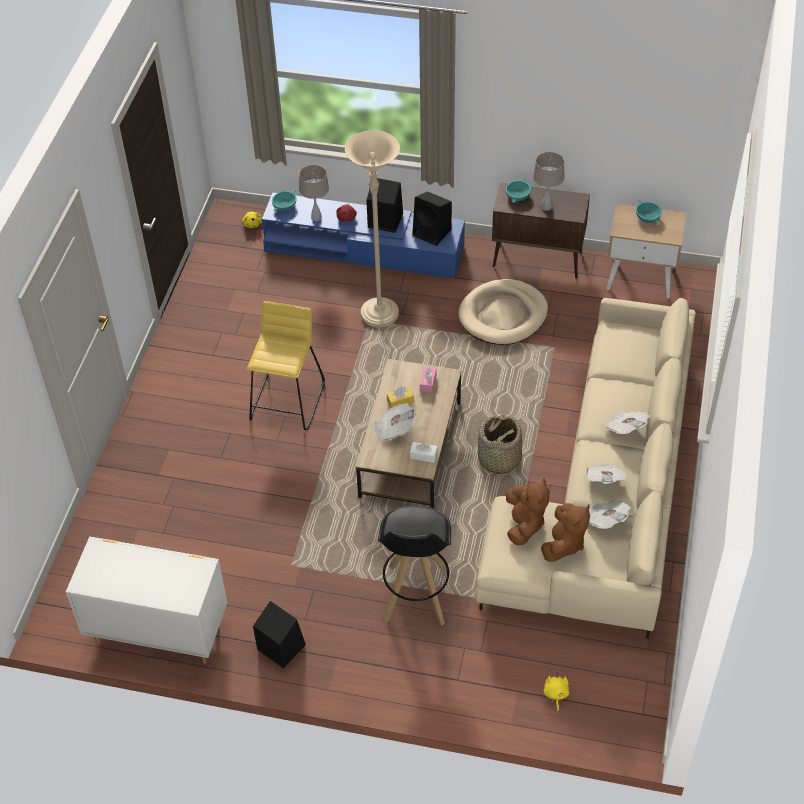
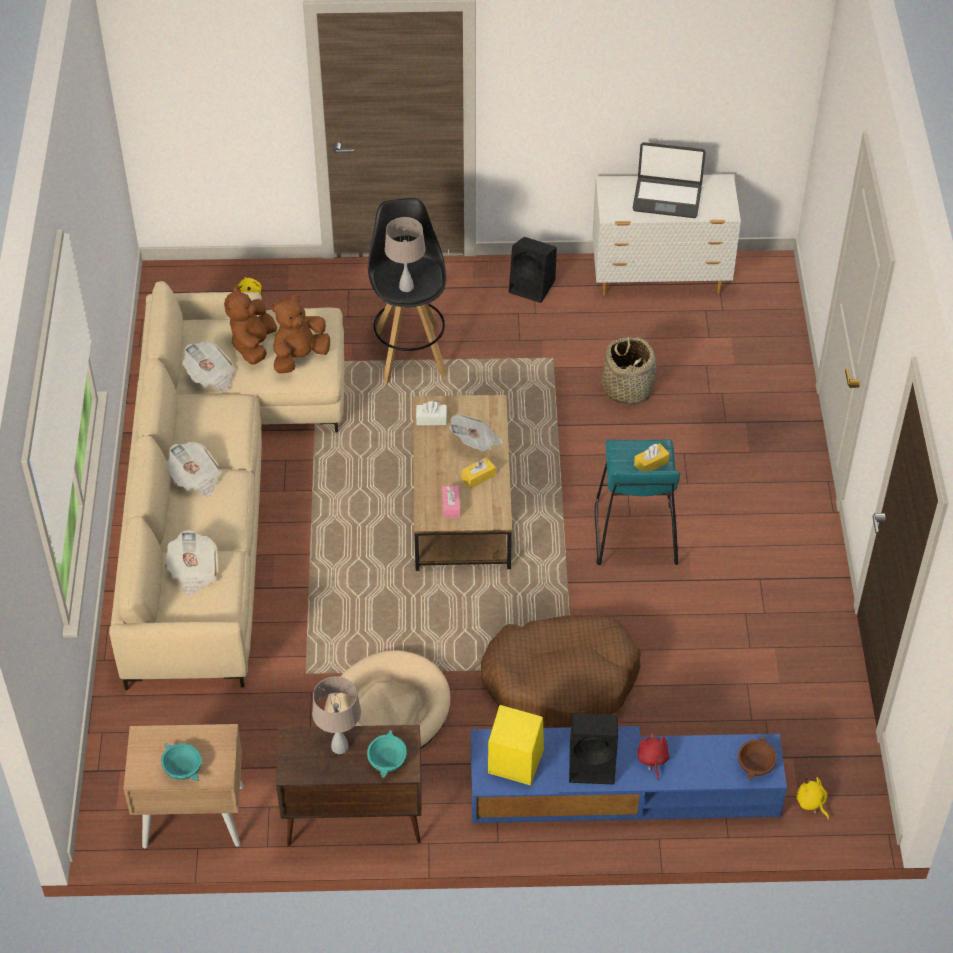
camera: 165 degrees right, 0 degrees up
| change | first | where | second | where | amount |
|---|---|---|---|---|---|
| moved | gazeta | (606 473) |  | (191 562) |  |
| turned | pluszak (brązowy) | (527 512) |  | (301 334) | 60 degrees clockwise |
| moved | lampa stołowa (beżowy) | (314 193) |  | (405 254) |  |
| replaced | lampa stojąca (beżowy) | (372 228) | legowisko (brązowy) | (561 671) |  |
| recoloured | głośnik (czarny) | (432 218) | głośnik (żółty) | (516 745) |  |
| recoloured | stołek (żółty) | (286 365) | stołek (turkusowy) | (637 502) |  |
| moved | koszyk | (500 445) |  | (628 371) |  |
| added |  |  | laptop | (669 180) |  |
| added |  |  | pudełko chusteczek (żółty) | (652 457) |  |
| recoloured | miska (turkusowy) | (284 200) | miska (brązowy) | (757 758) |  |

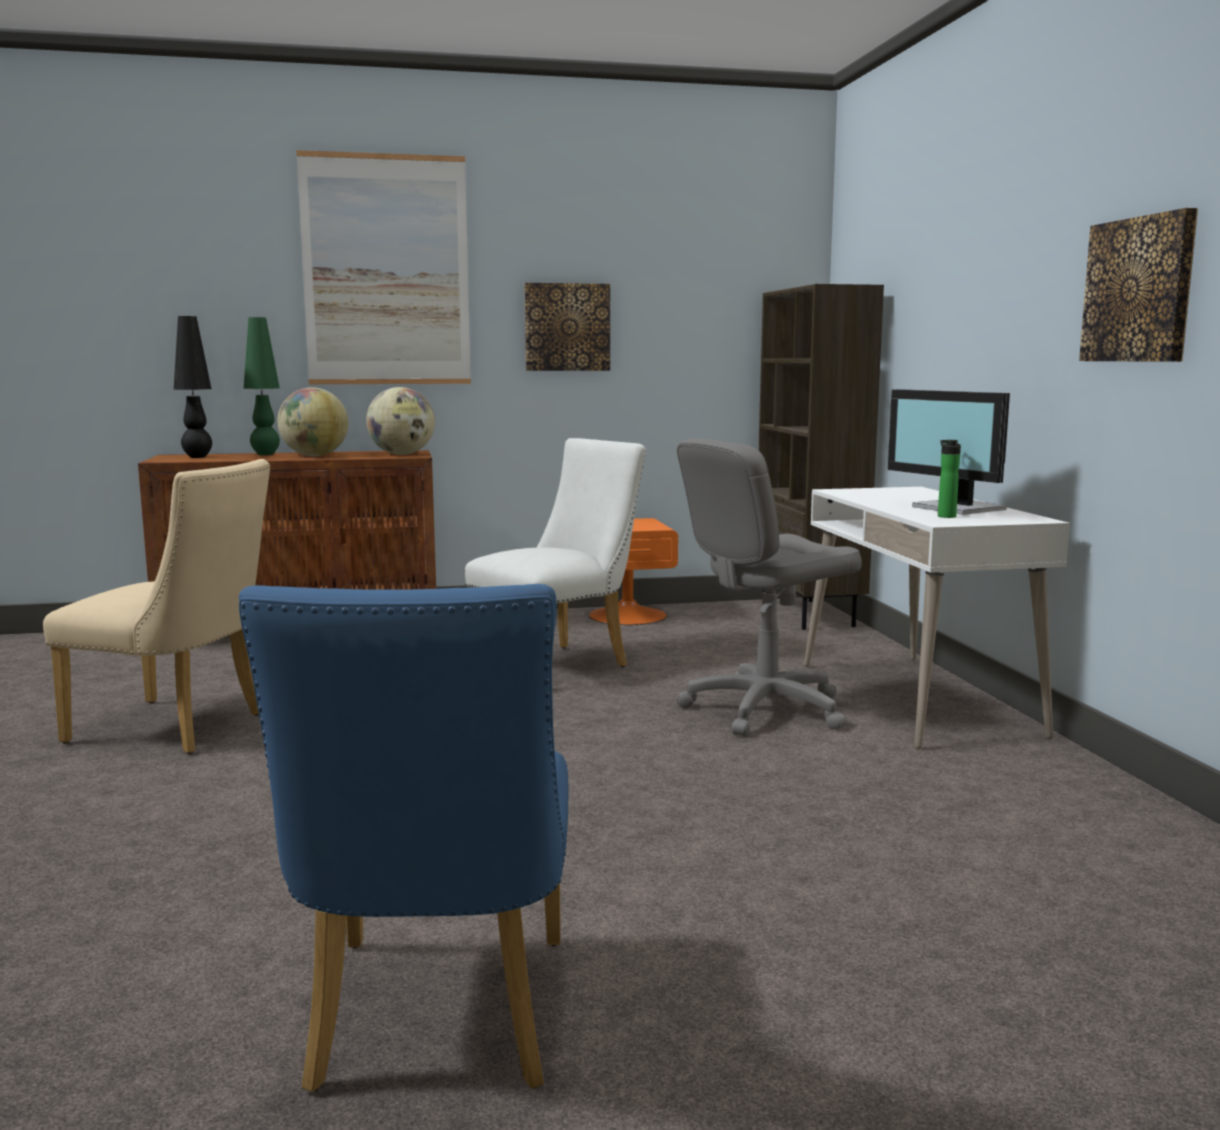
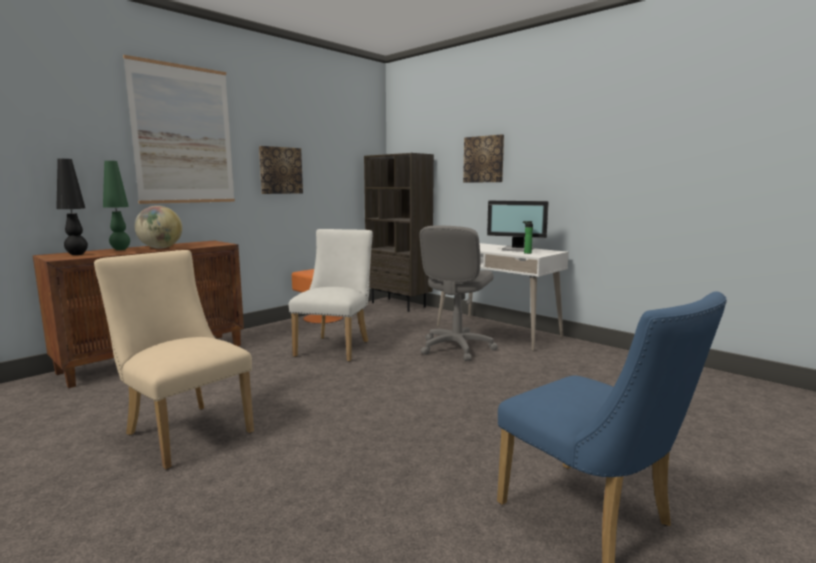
camera: 35 degrees left, 0 degrees up
| change | first | where | second | where | amount |
|---|---|---|---|---|---|
| turned | krzesło (beżowy) | (156 606) |  | (174 359) | 120 degrees counterclockwise |
| moved | obraz | (1138 285) |  | (483 158) |  |
| removed | globus | (400 421) |  |  |  |

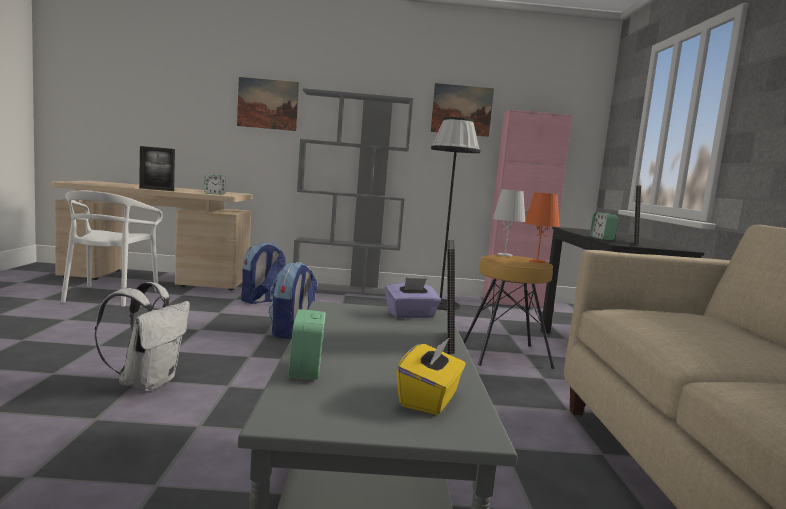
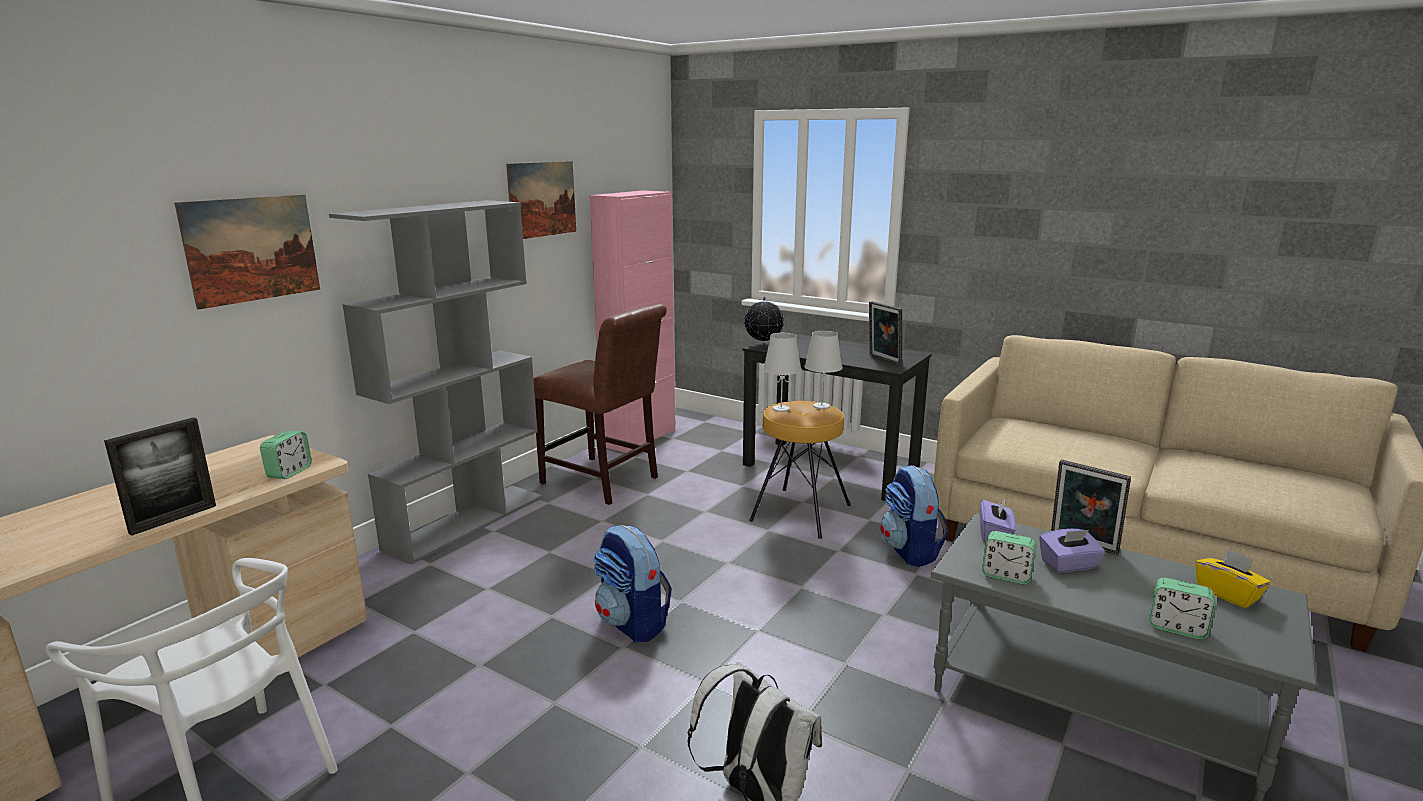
camera: 55 degrees left, 10 degrees up
| change | first | where | second | where | amount |
|---|---|---|---|---|---|
| replaced | lampa stojąca (czarny) | (455 213) | krzesło (brązowy) | (600 404) |  |
| added |  |  | globus | (764 321) |  |
| recoloured | lampa stołowa (pomarańczowy) | (542 227) | lampa stołowa (biały) | (823 370) |  |
| moved | plecak | (263 273) |  | (915 516) |  |
| moved | budzik | (604 226) |  | (1009 557) |  |
| added |  |  | pudełko chusteczek (fioletowy) | (1072 551) |  |

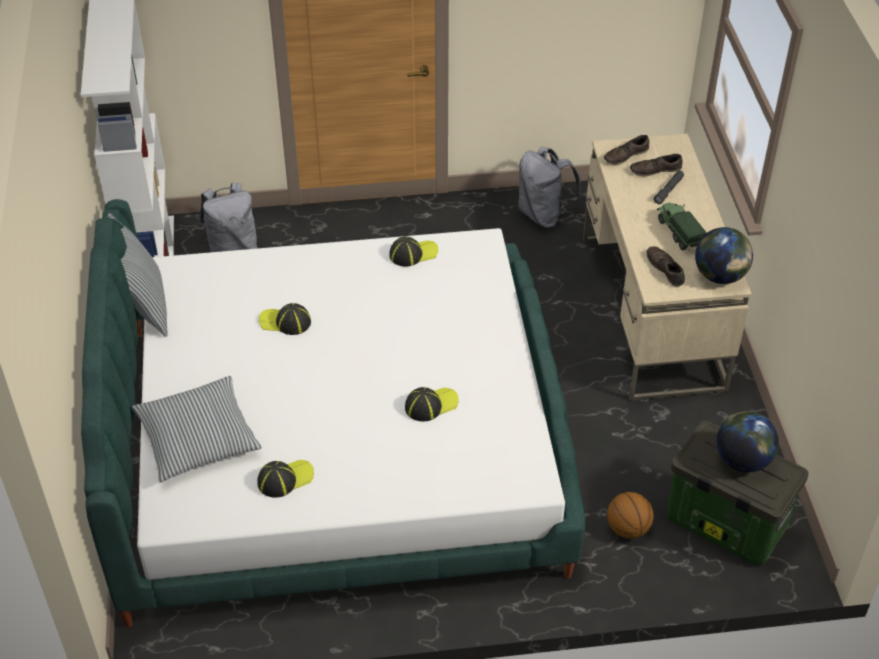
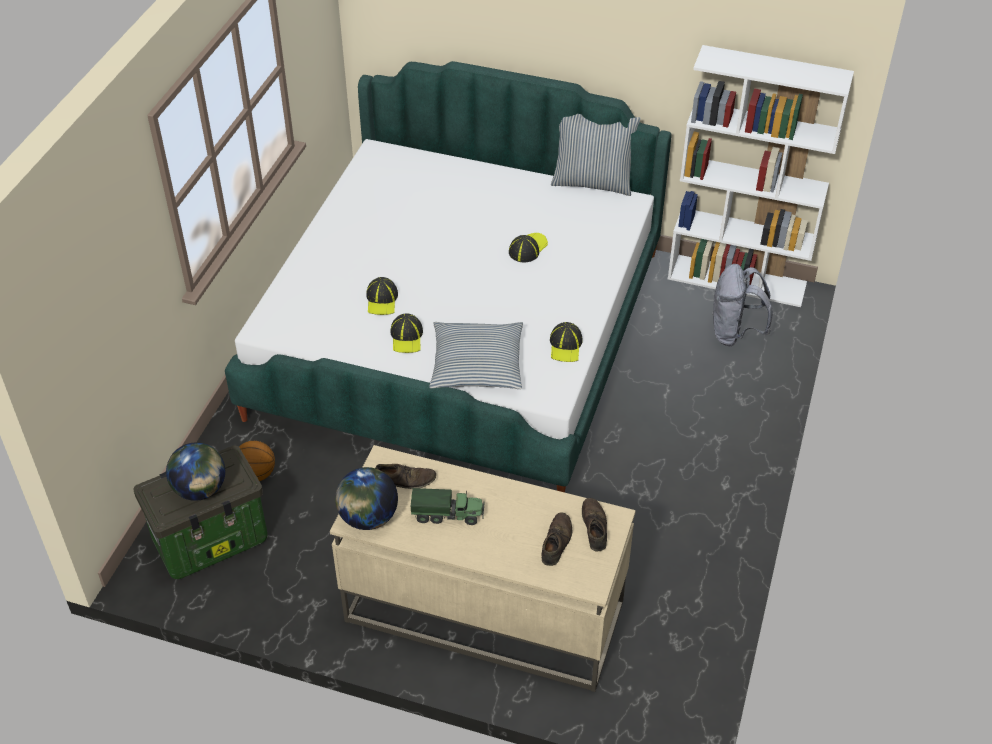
camera: 115 degrees right, 0 degrees up
| change | first | where | second | where | amount |
|---|---|---|---|---|---|
| moved | czapka z daszkiem | (285 479) |  | (406 333) |  |
| moved | poduszka | (196 429) |  | (476 355) |  |
| removed | plecak (szary) | (550 187) |  |  |  |
| removed | latarka (szary) | (668 187) |  |  |  |

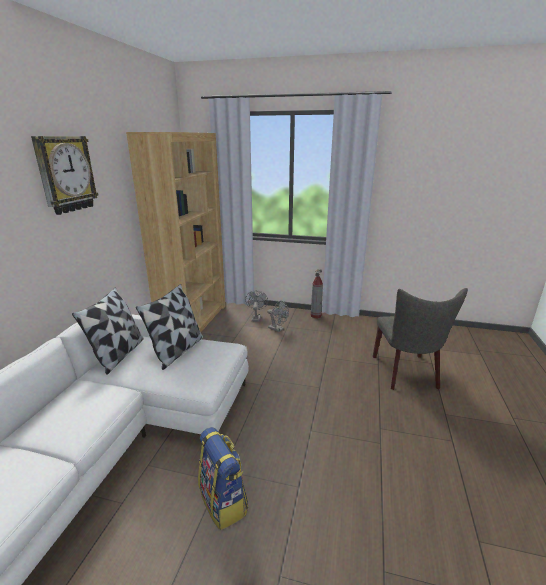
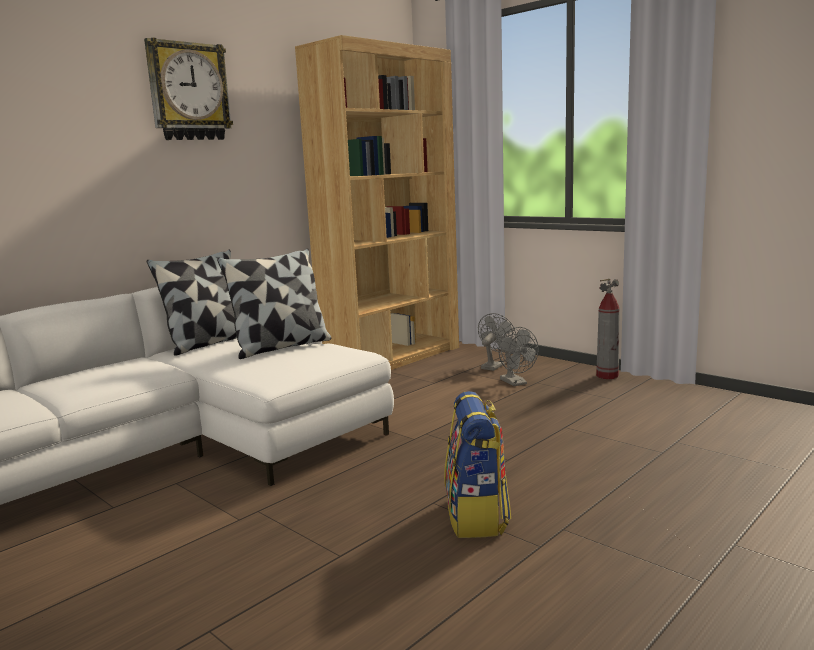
camera: 30 degrees right, 10 degrees down
| change | first | where | second | where | amount |
|---|---|---|---|---|---|
| moved | plecak | (223 478) |  | (477 464) |  |
| removed | krzesło (szary) | (420 339) |  |  |  |

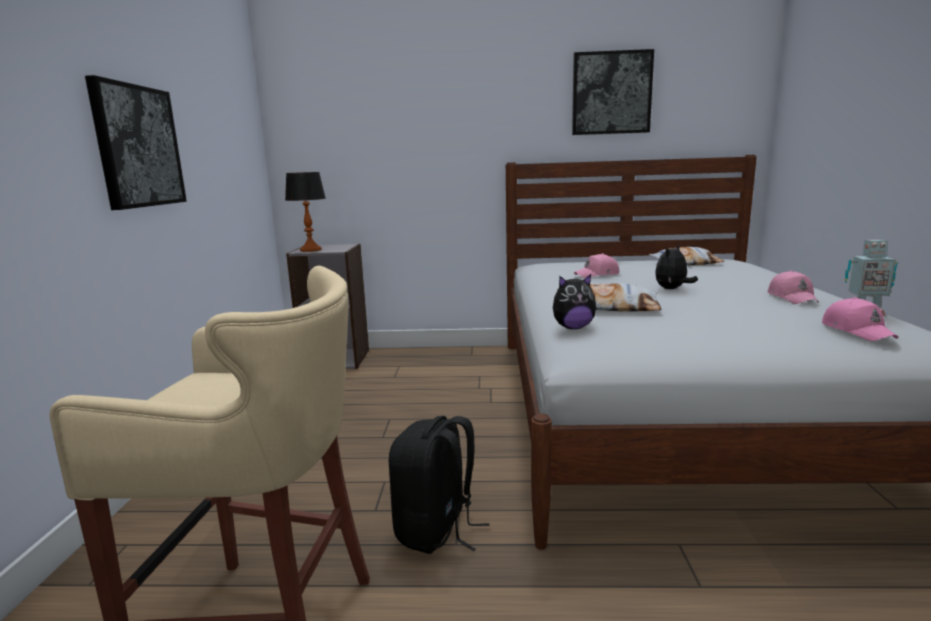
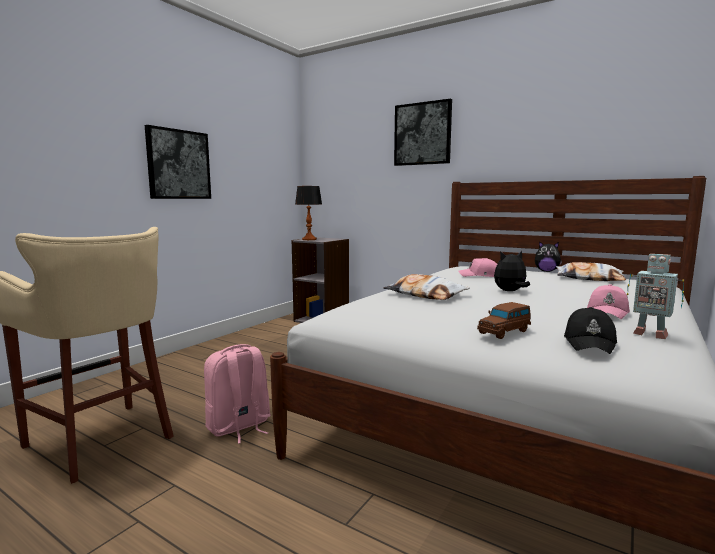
camera: 30 degrees right, 5 degrees down
| change | first | where | second | where | amount |
|---|---|---|---|---|---|
| recoloured | plecak (czarny) | (439 485) | plecak (różowy) | (237 394) |  |
| moved | obraz | (613 92) |  | (423 132) |  |
| added |  |  | samochodzik (brązowy) | (504 320) |  |
| moved | pluszak | (574 301) |  | (548 256) |  |
| recoloured | czapka z daszkiem (różowy) | (860 319) | czapka z daszkiem (czarny) | (590 330) |  |

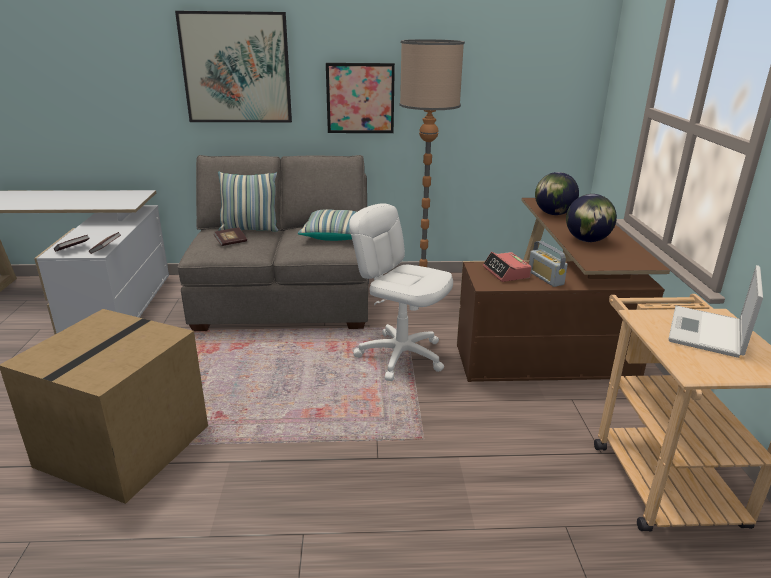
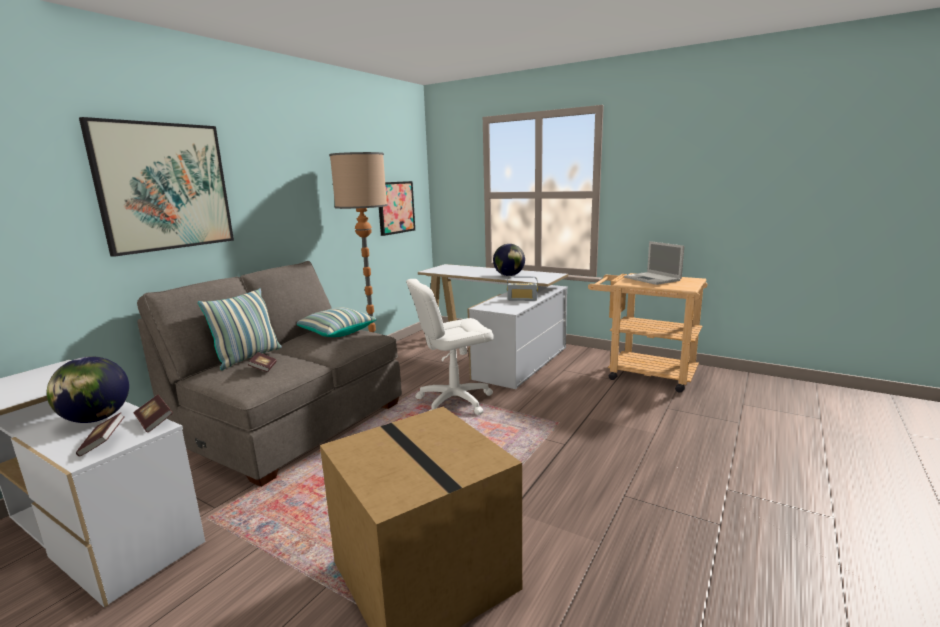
camera: 55 degrees left, 10 degrees down
| change | first | where | second | where | amount |
|---|---|---|---|---|---|
| moved | globus | (557 193) |  | (88 389) |  |
| moved | obraz | (360 98) |  | (397 208) |  |
| recoloured | biurko (brązowy) | (563 290) | biurko (biały) | (493 326) |  |
| removed | budzik | (507 267) |  |  |  |

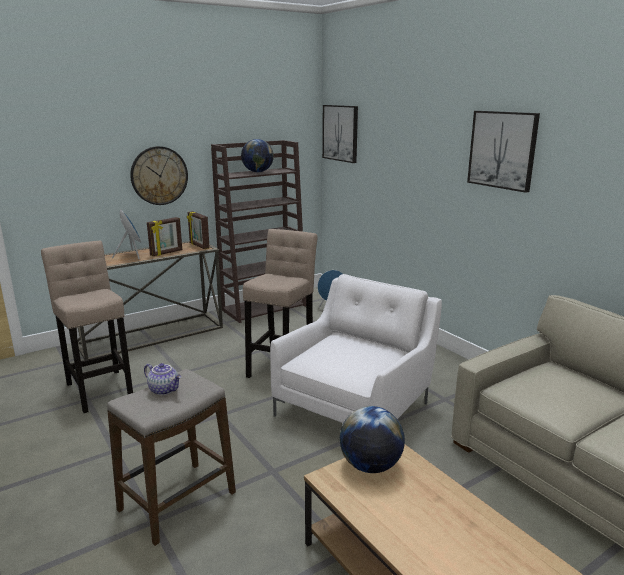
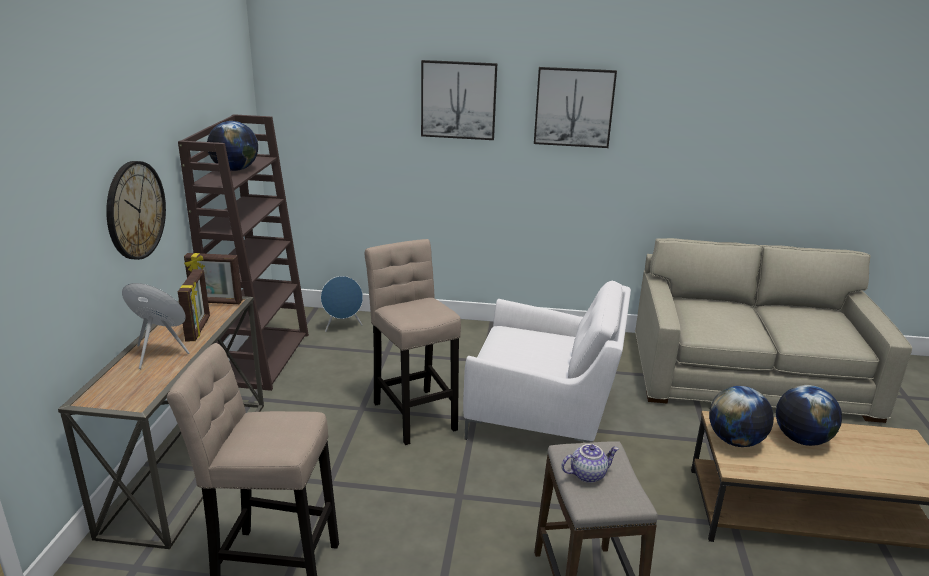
camera: 50 degrees left, 5 degrees up
| change | first | where | second | where | amount |
|---|---|---|---|---|---|
| moved | obraz | (340 134) |  | (459 100) |  |
| turned | fotel (biały) | (356 348) |  | (547 362) | 120 degrees clockwise |
| added |  |  | globus | (809 415) |  |

